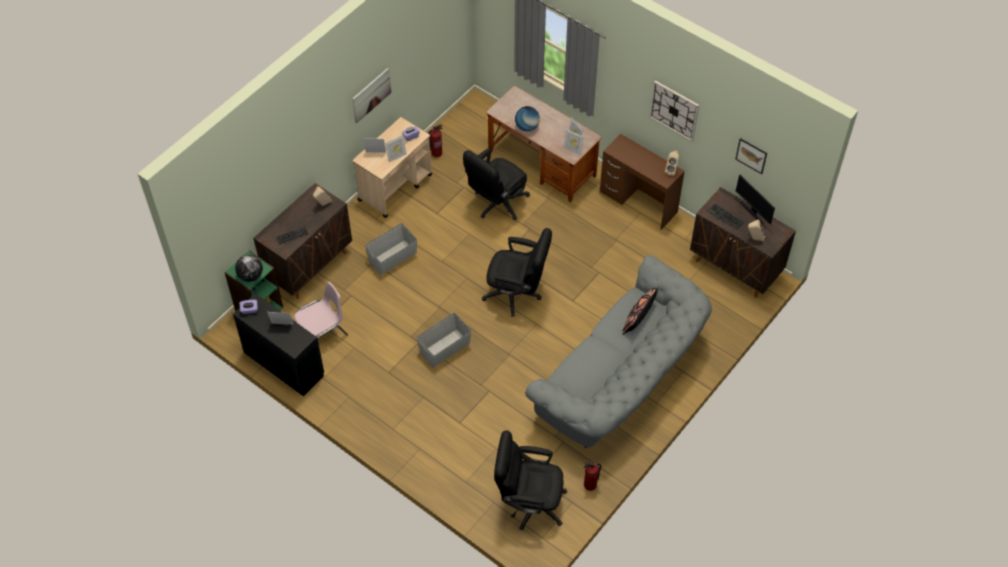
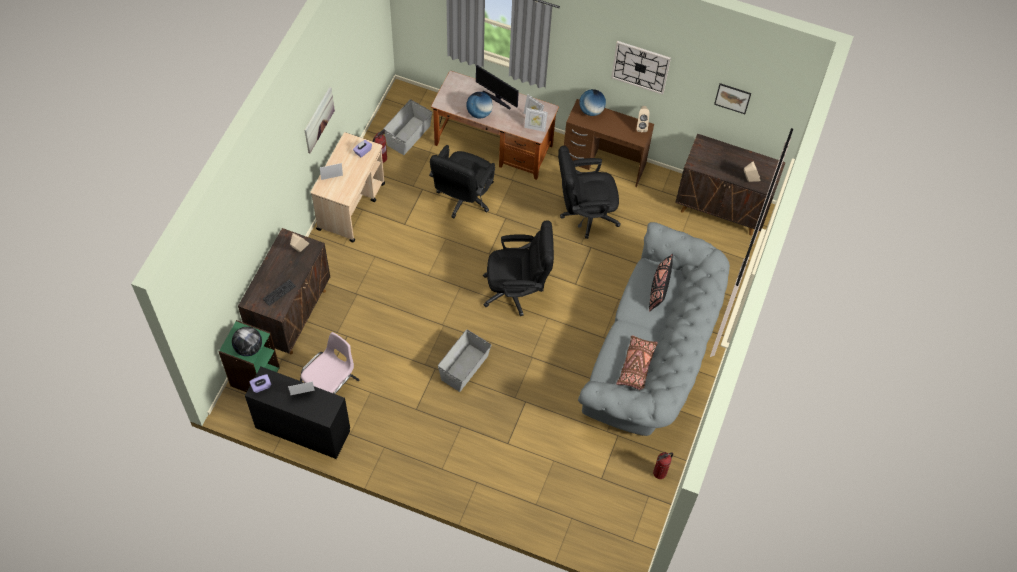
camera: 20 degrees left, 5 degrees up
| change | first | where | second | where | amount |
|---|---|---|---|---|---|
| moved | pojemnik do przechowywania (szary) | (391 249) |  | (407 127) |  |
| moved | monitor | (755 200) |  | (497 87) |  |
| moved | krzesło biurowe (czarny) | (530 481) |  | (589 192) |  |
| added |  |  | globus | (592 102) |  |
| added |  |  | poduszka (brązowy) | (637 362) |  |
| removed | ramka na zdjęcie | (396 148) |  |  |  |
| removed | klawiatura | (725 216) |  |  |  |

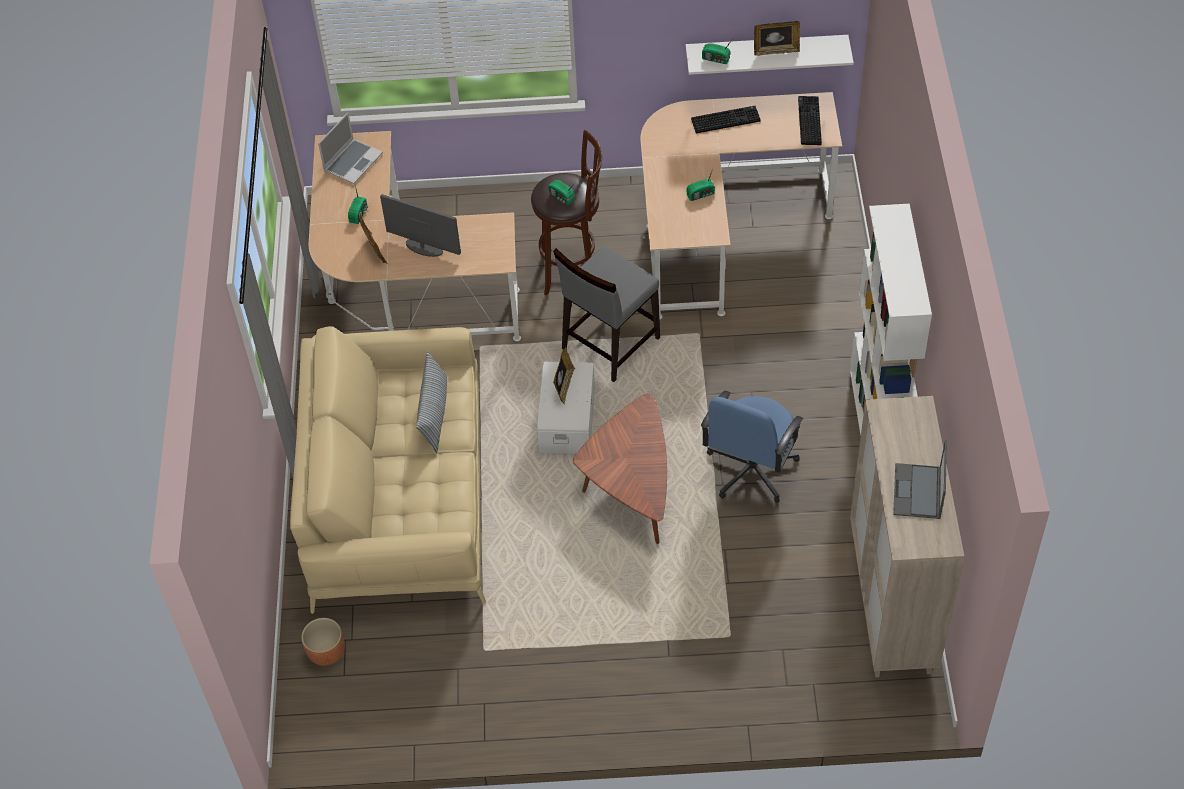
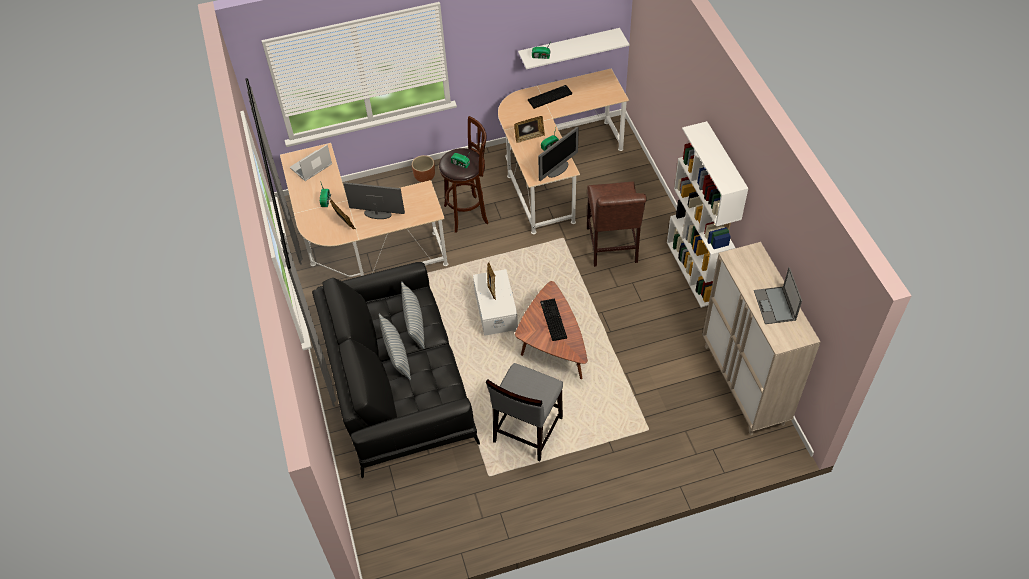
camera: 15 degrees left, 0 degrees up
| change | first | where | second | where | amount |
|---|---|---|---|---|---|
| turned | laptop | (350 148) |  | (311 162) | 150 degrees counterclockwise |
| recoloured | kanapa (beżowy) | (388 470) | kanapa (czarny) | (396 370) |  |
| added |  |  | poduszka | (395 347) |  |
| moved | donica (brązowy) | (322 642) |  | (423 168) |  |
| moved | krzesło (szary) | (606 314) |  | (524 412) |  |
| moved | ramka na zdjęcie | (777 38) |  | (529 129) |  |
| added |  |  | monitor | (558 154) |  |
| moved | klawiatura | (810 120) |  | (553 320) |  |
| added |  |  | krzesło (brązowy) | (617 224) |  |
| removed | krzesło biurowe (niebieski) | (752 447) |  |  |  |

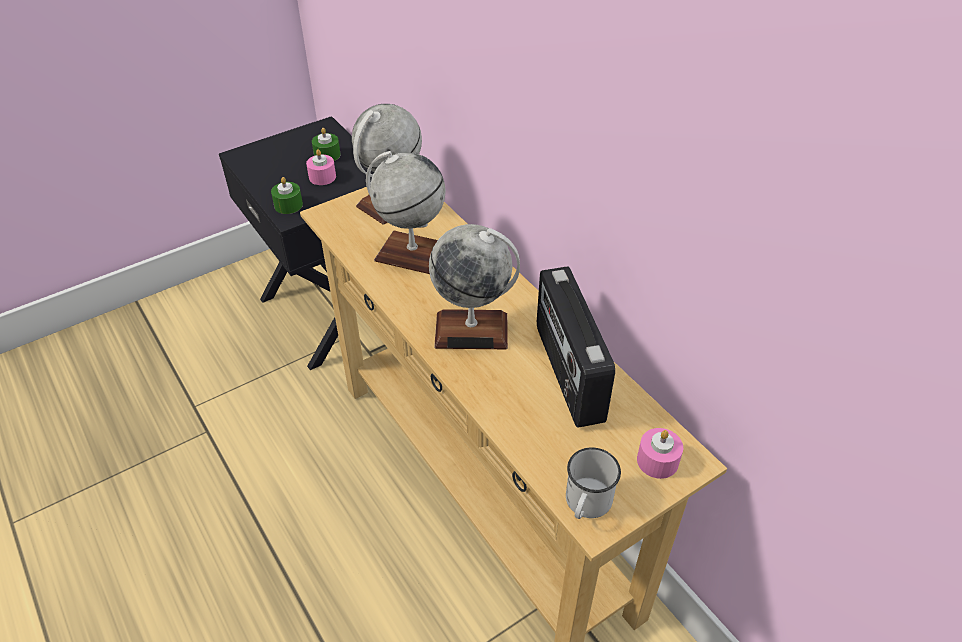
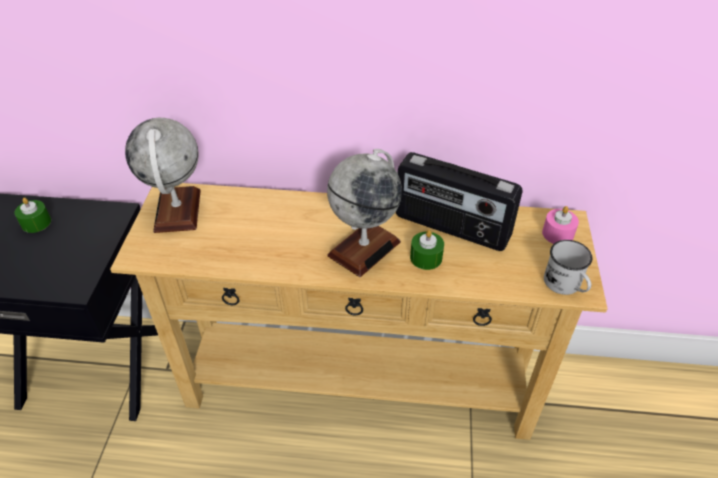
camera: 50 degrees left, 0 degrees up
| change | first | where | second | where | amount |
|---|---|---|---|---|---|
| moved | świeca (zielony) | (287 195) |  | (427 250) |  |
| removed | świeca (różowy) | (321 167) |  |  |  |
| removed | globus | (406 212) |  |  |  |

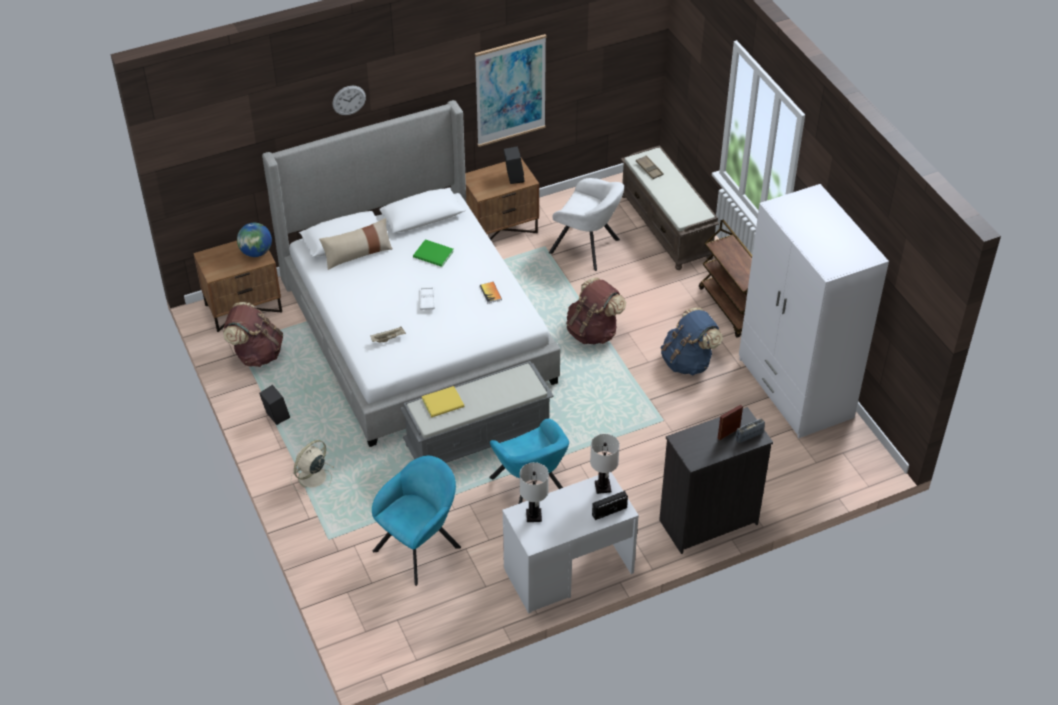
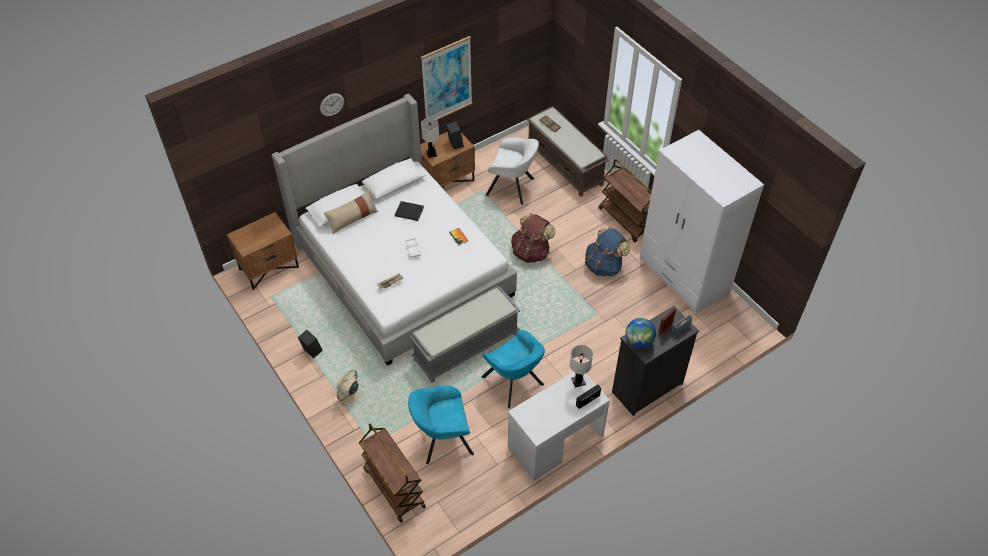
camera: 10 degrees left, 5 degrees up
| change | first | where | second | where | amount |
|---|---|---|---|---|---|
| added |  |  | wózek (brązowy) | (392 473) |  |
| recoloured | książka (zielony) | (433 253) | książka (czarny) | (409 211) |  |
| turned | fotel (turkusowy) | (416 520) |  | (441 425) | 135 degrees counterclockwise |
| moved | lampa stołowa (biały) | (534 492) |  | (430 138) |  |
| moved | globus | (254 240) |  | (641 333) |  |
| removed | plecak (brązowy) | (253 334) |  |  |  |
| removed | książka (żółty) | (443 401) |  |  |  |

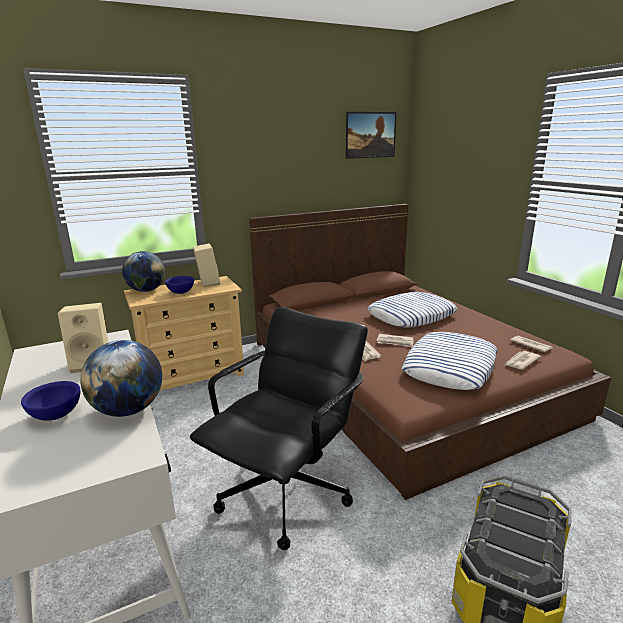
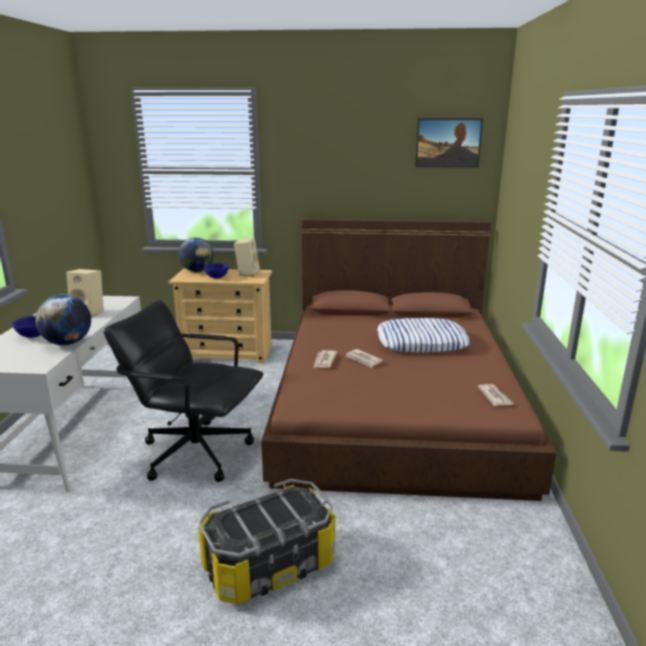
camera: 30 degrees right, 0 degrees up
| change | first | where | second | where | amount |
|---|---|---|---|---|---|
| turned | krzesło biurowe (czarny) | (279 428) |  | (183 391) | 135 degrees counterclockwise |
| removed | poduszka | (449 361) |  |  |  |
| removed | gazeta | (522 360) |  |  |  |

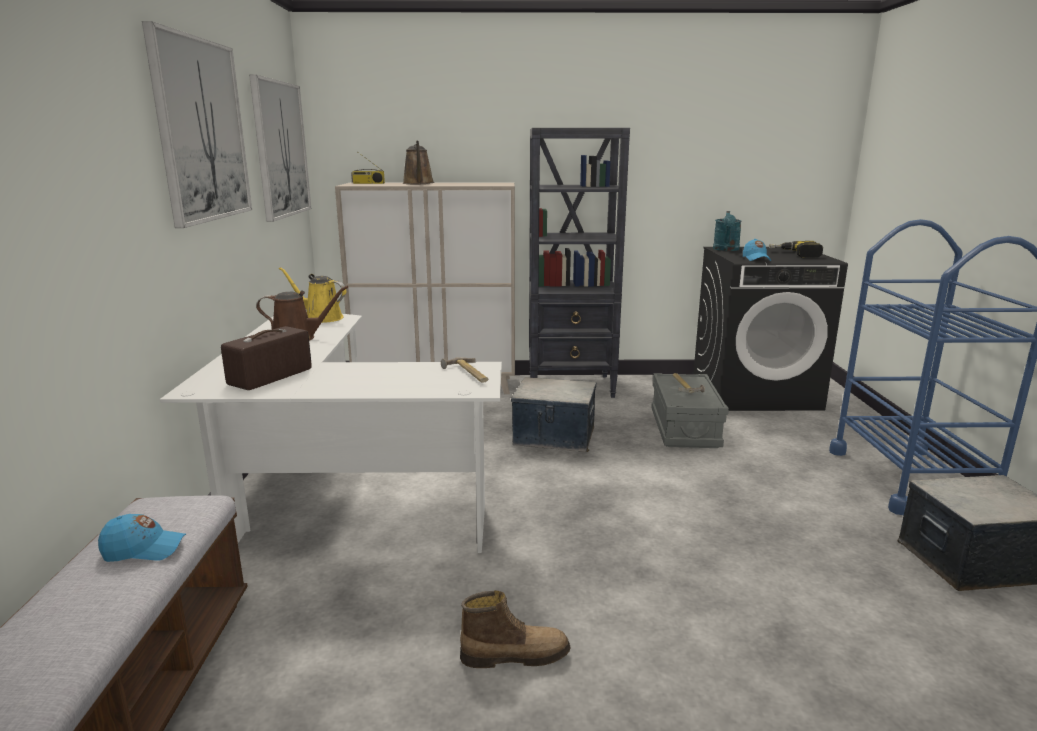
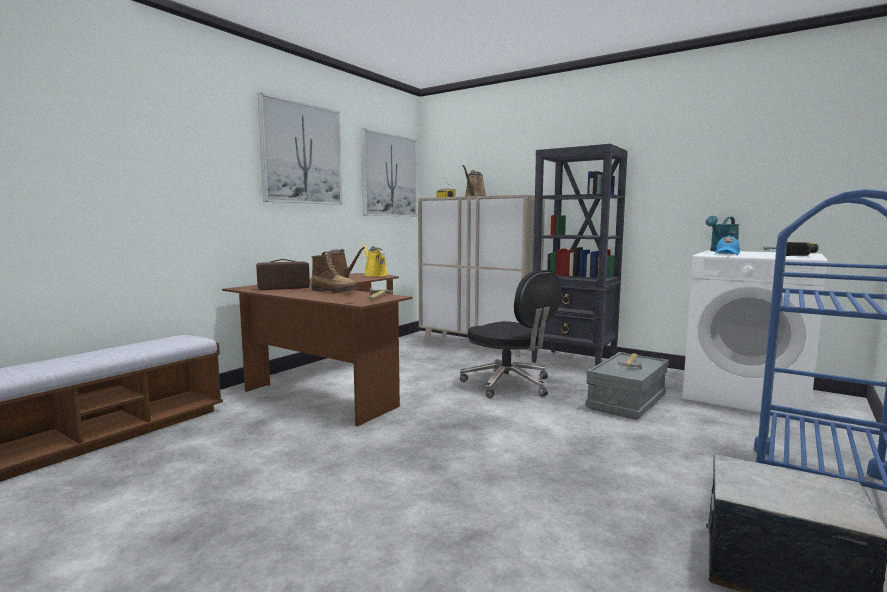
camera: 35 degrees right, 10 degrees down
| change | first | where | second | where | amount |
|---|---|---|---|---|---|
| recoloured | biurko (biały) | (331 433) | biurko (brązowy) | (317 349) |  |
| moved | but z cholewką | (515 629) |  | (335 273) |  |
| replaced | pojemnik do przechowywania | (553 415) | krzesło biurowe (czarny) | (511 334) |  |
| recoloured | pralka (czarny) | (770 329) | pralka (biały) | (754 334) |  |
| removed | czapka z daszkiem (niebieski) | (142 538) |  |  |  |

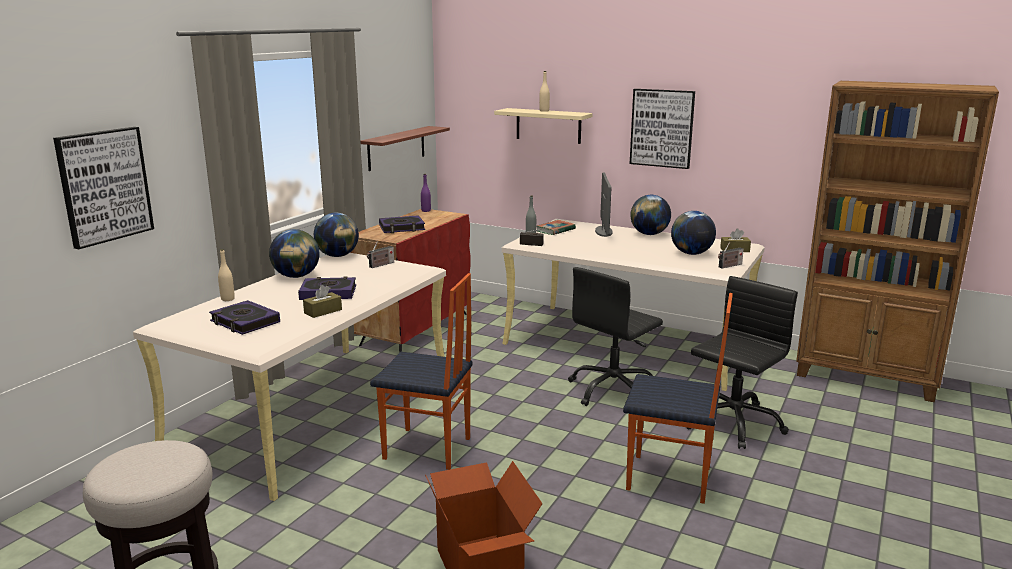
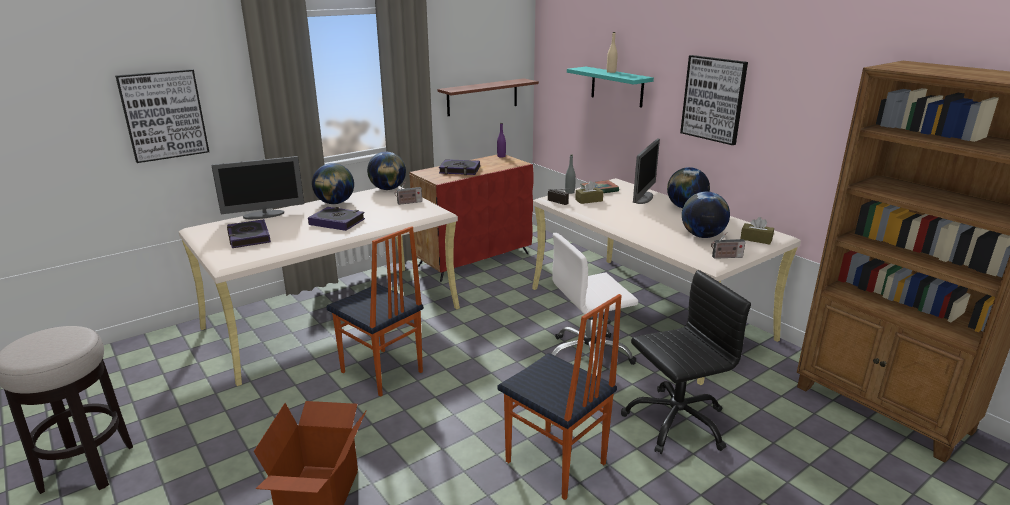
camera: 25 degrees right, 5 degrees up
| change | first | where | second | where | amount |
|---|---|---|---|---|---|
| replaced | butelka (beżowy) | (226 275) | monitor | (258 187) |  |
| recoloured | krzesło biurowe (czarny) | (615 336) | krzesło biurowe (biały) | (594 304) |  |
| recoloured | półka (beżowy) | (543 126) | półka (turkusowy) | (610 87) |  |
| moved | pudełko chusteczek (brązowy) | (322 301) |  | (589 192) |  |

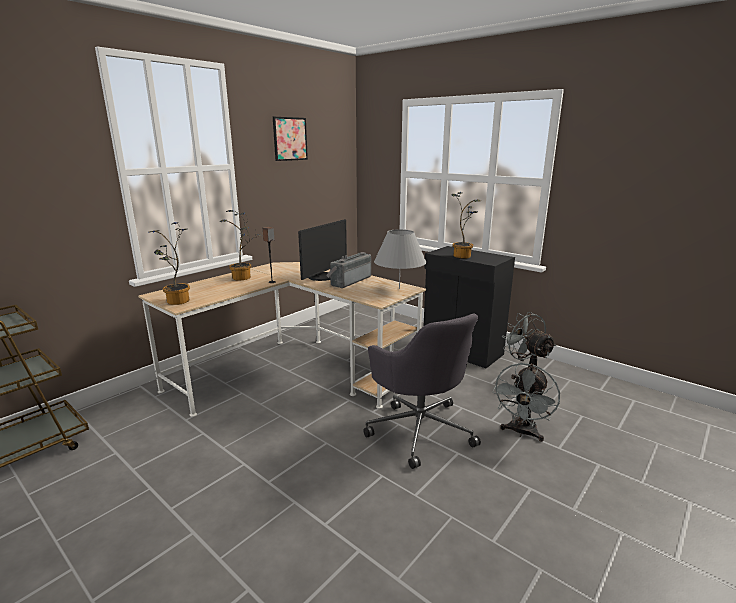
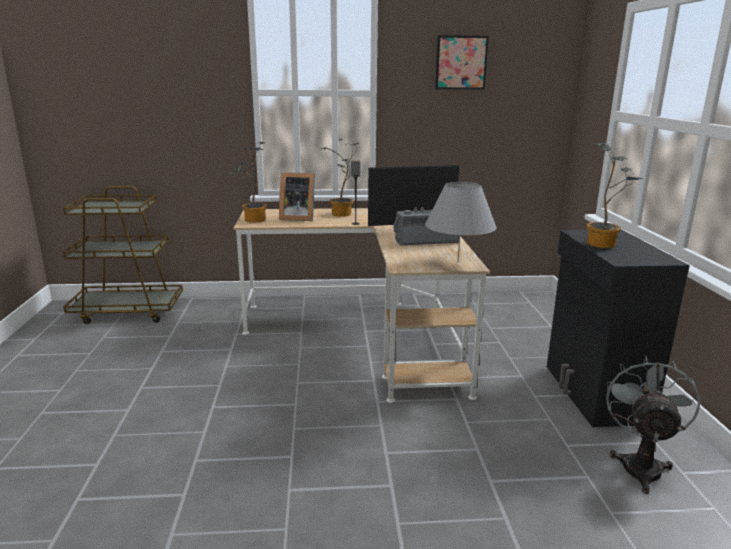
camera: 45 degrees right, 0 degrees up
| change | first | where | second | where | amount |
|---|---|---|---|---|---|
| added |  |  | ramka na zdjęcie | (297 196) |  |
| removed | krzesło biurowe (szary) | (422 391) |  |  |  |
| removed | wentylator (szary) | (526 402) |  |  |  |

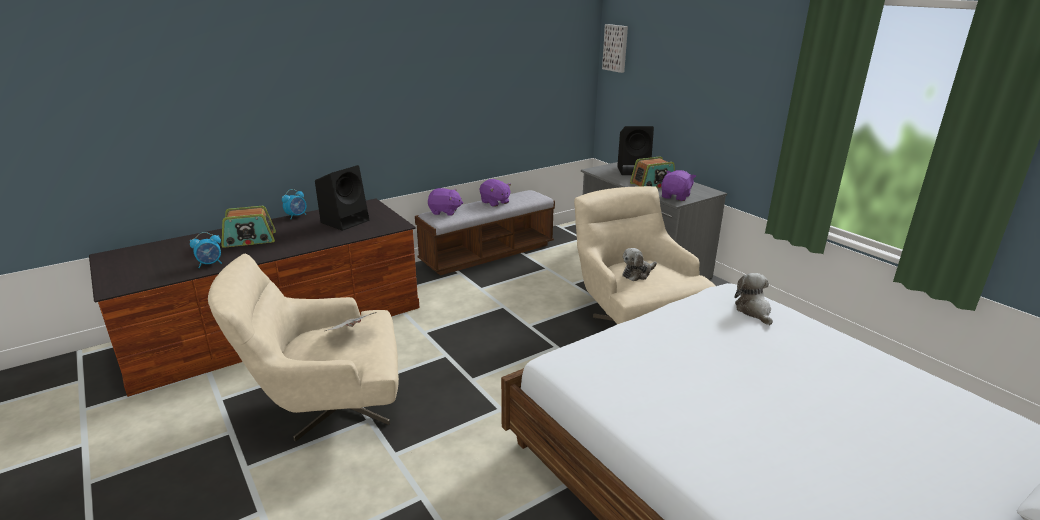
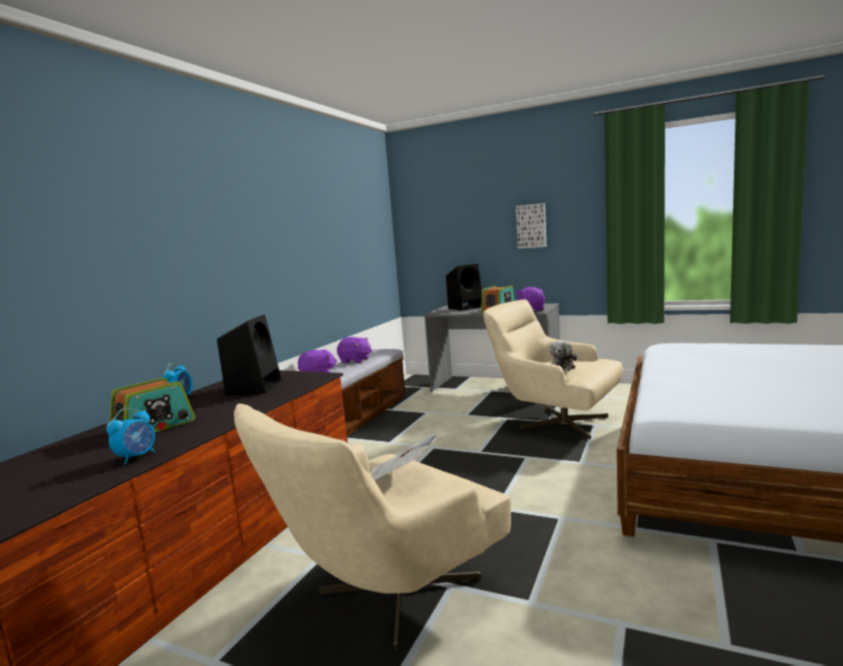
camera: 30 degrees left, 15 degrees down
| change | first | where | second | where | amount |
|---|---|---|---|---|---|
| moved | obraz | (615 48) |  | (531 226) |  |
| removed | pluszak | (754 299) |  |  |  |

